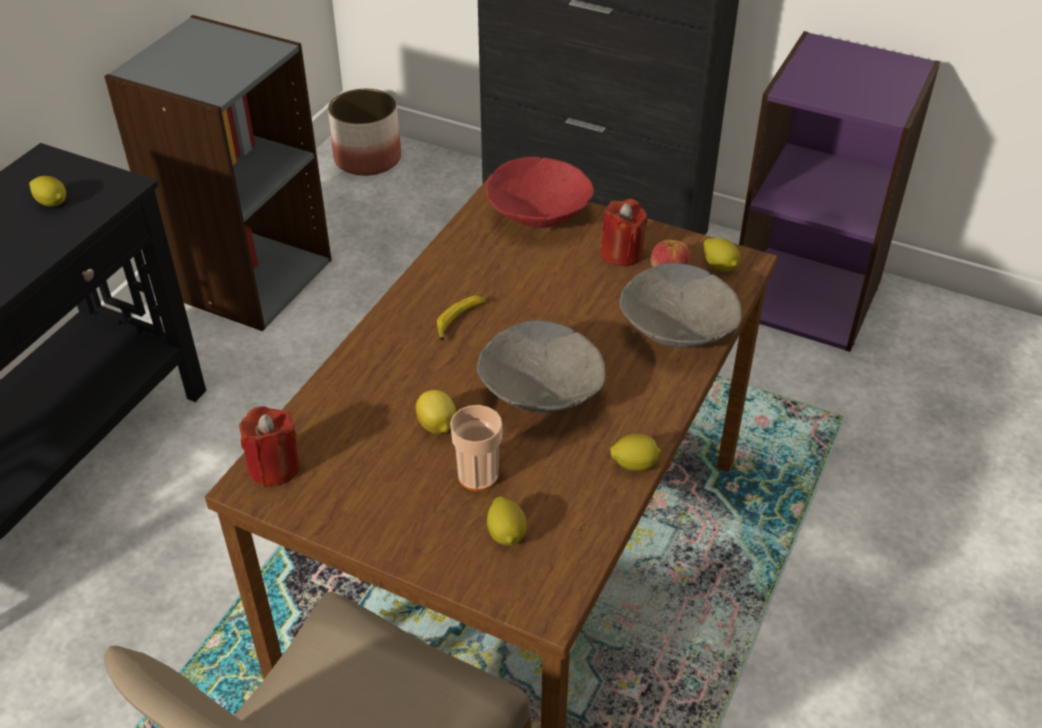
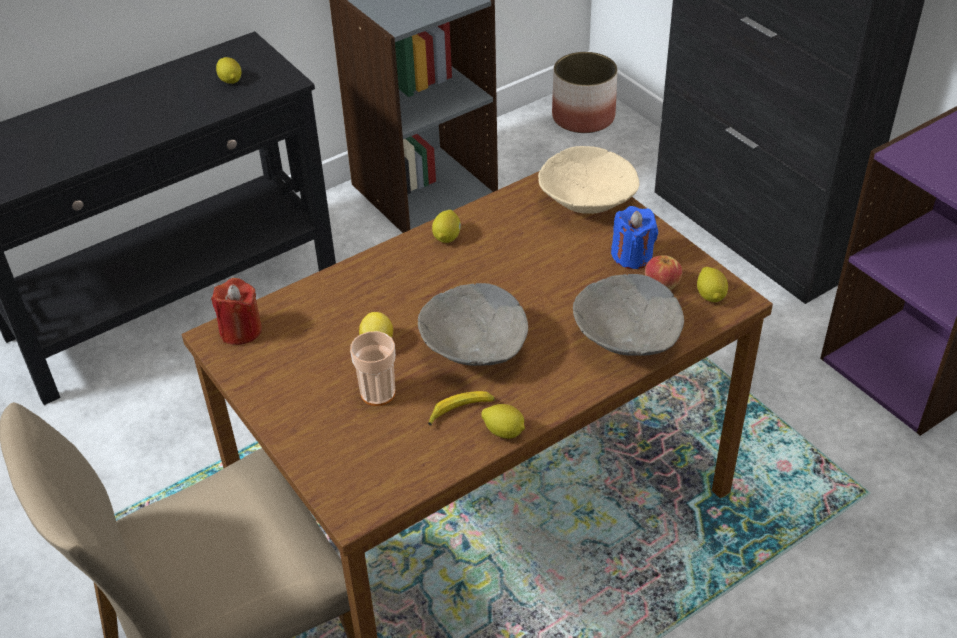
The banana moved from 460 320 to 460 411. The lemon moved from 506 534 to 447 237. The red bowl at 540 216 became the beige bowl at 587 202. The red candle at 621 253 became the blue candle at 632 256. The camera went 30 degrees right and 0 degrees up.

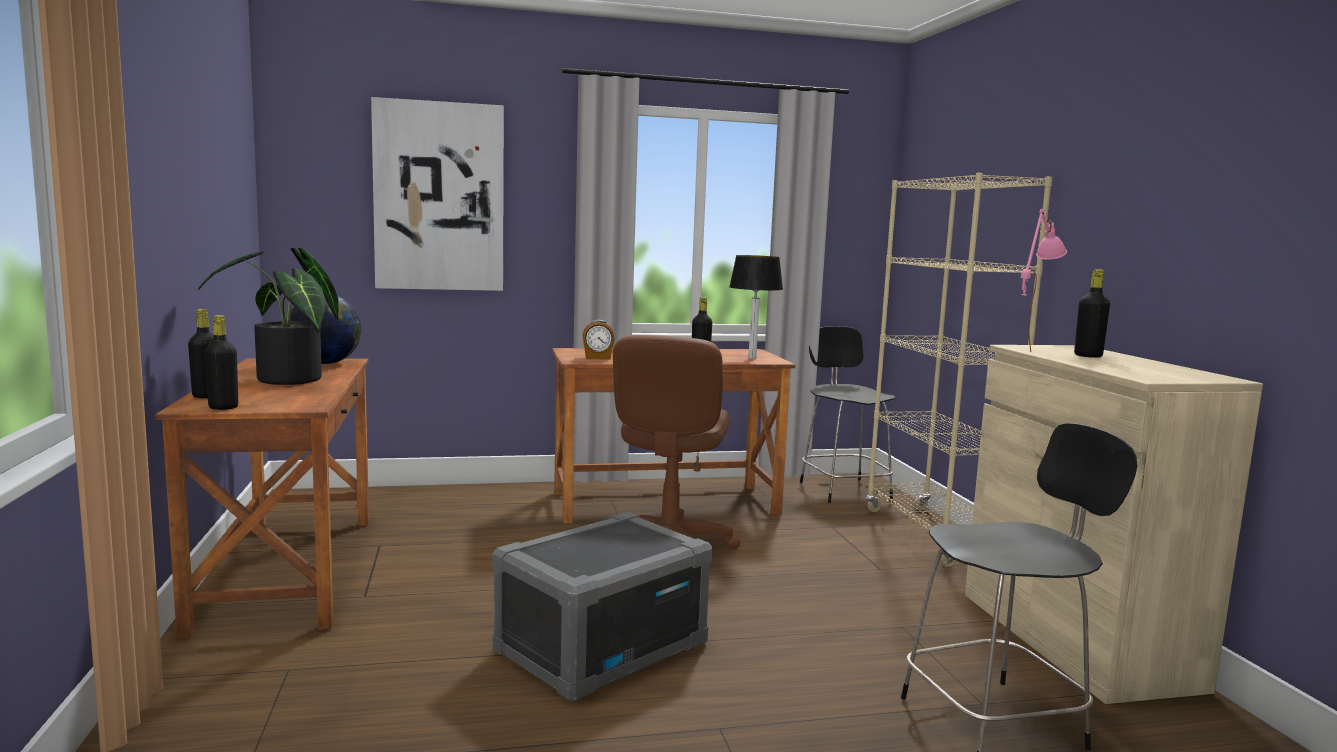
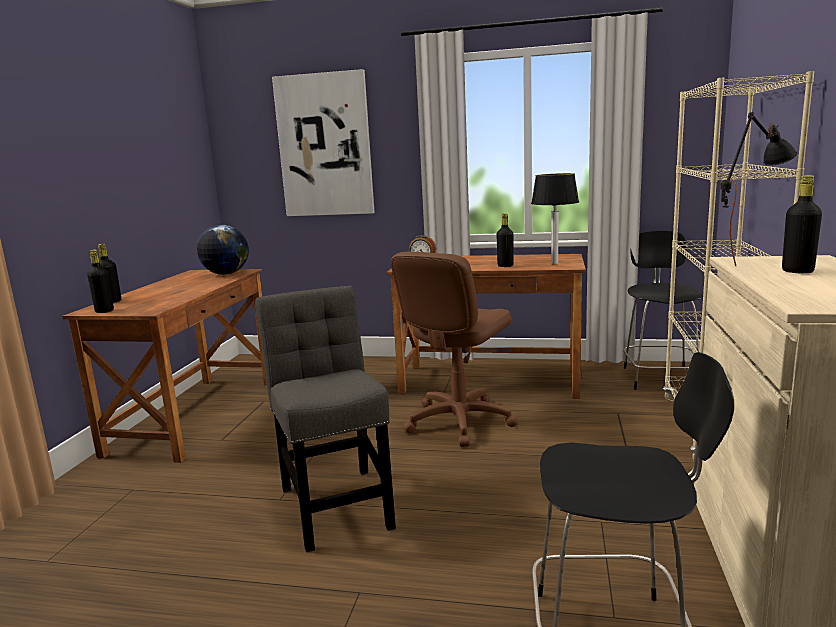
The grey storage box at 602 647 was replaced by the grey chair at 335 503. The pink table lamp at 1030 348 became the black table lamp at 748 260. The potted plant at 287 381 disappeared. The camera went 25 degrees right and 5 degrees up.

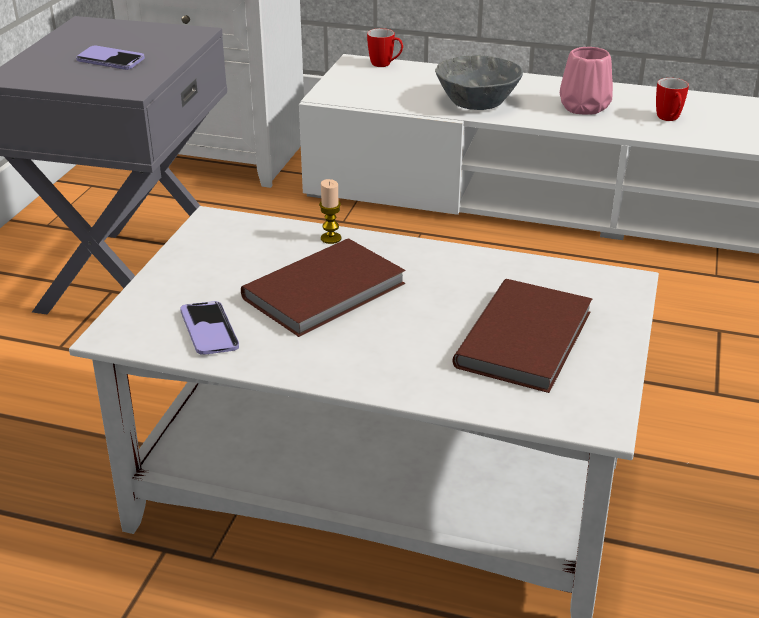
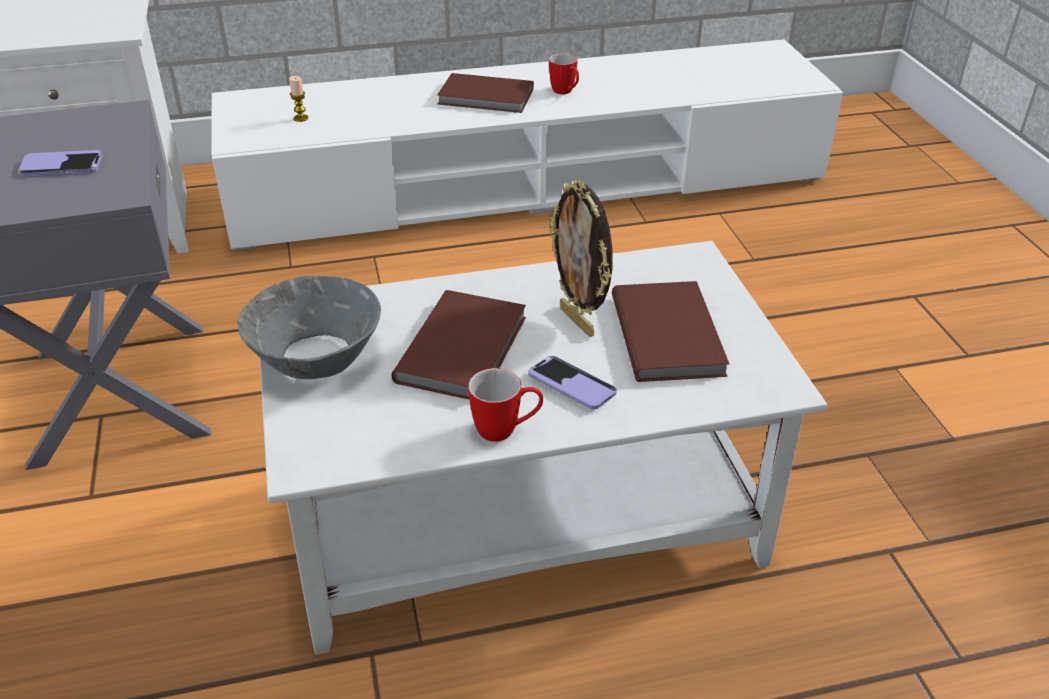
The grey bowl moved from 477 102 to 317 357. The candle moved from 331 238 to 301 118. The pink vase at 584 107 was replaced by the brown book at 486 97. The mug moved from 385 65 to 506 430. The phone moved from 209 330 to 571 384. The picture frame at 578 321 appeared. The camera went 30 degrees left and 5 degrees up.

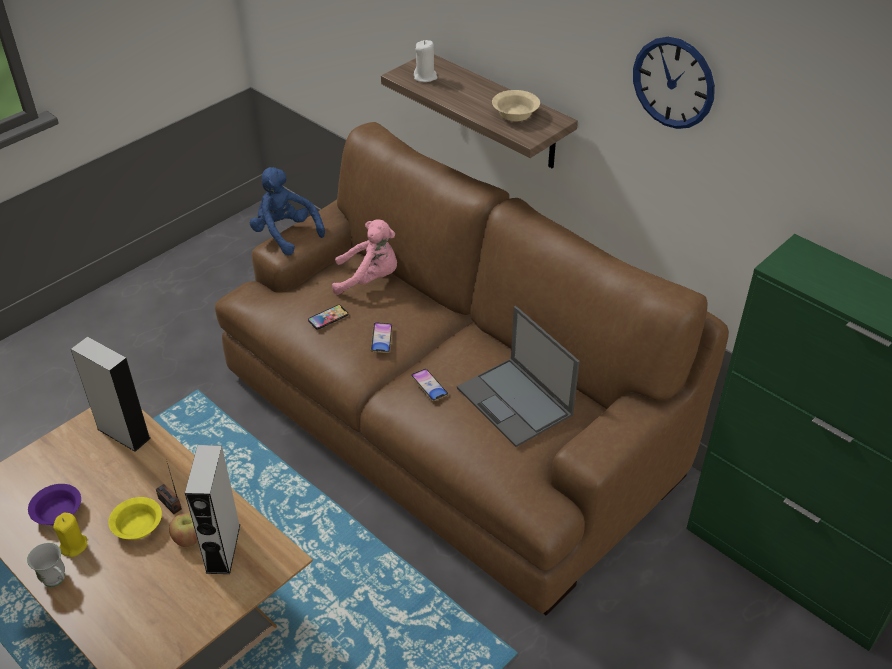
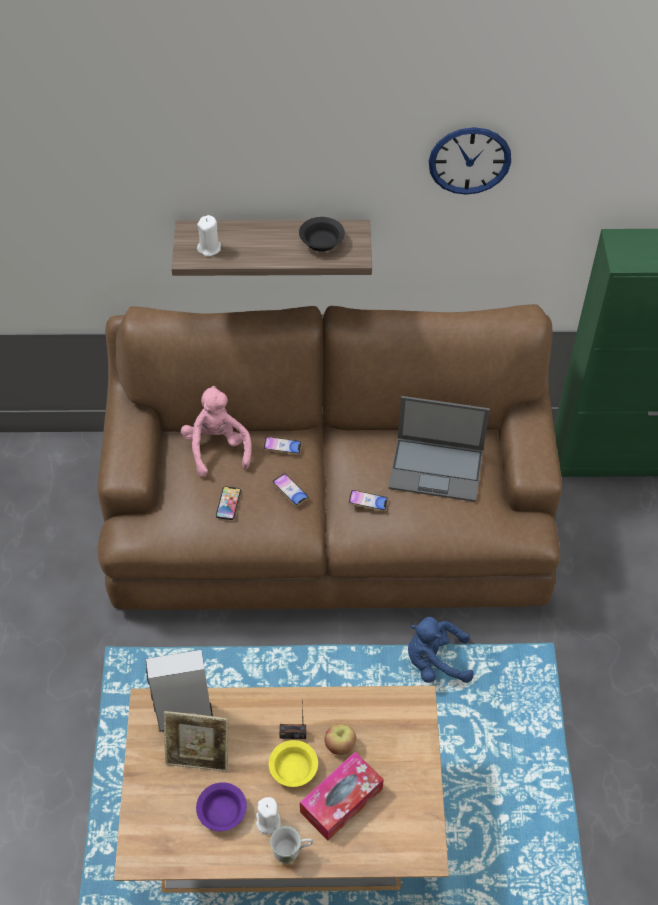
The picture frame at 199 757 appeared. The pink plush toy at 369 279 turned 60 degrees counterclockwise. The yellow candle at 74 546 became the white candle at 268 821. The phone at 282 447 appeared. The beige bowl at 516 114 became the black bowl at 322 241. The tissue box at 341 800 appeared. The blue plush toy moved from 285 234 to 435 662. The grey speaker at 223 548 disappeared. The camera went 45 degrees left and 10 degrees up.

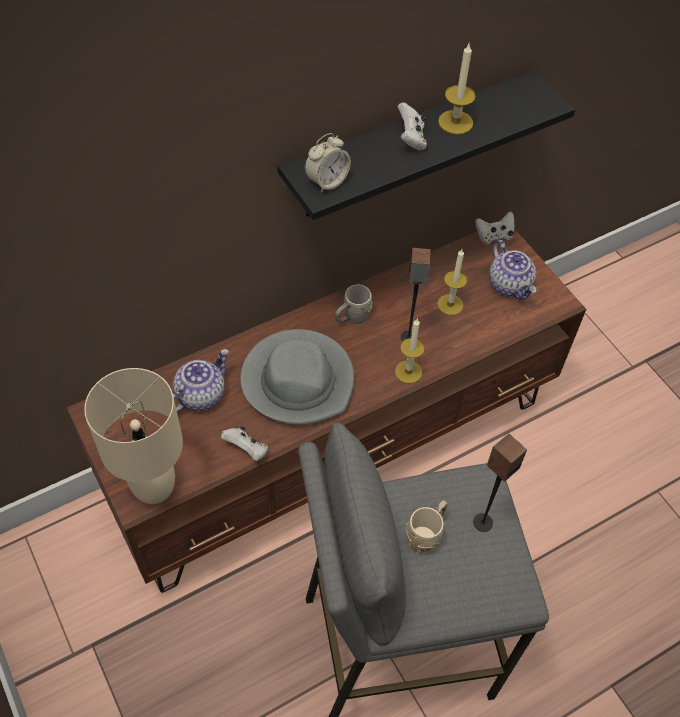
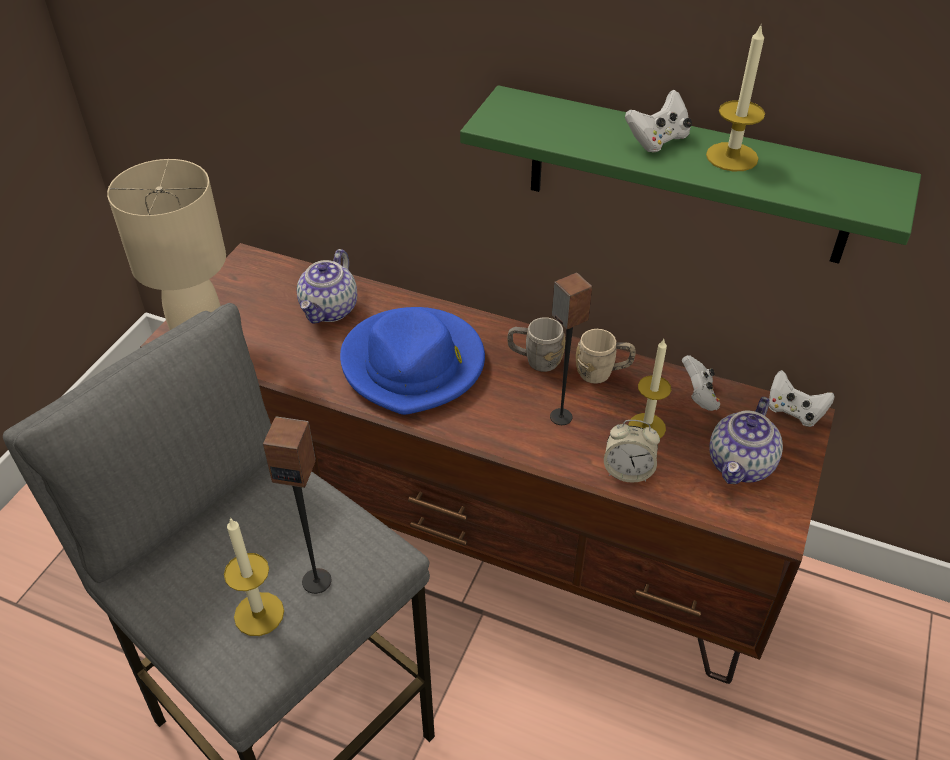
The candle moved from 408 372 to 259 614. The teapot at 200 394 turned 105 degrees clockwise. The grey hat at 298 380 became the blue hat at 414 364. The black shelf at 408 146 became the green shelf at 687 176. The beige mug moved from 426 534 to 602 373. The alarm clock moved from 327 181 to 628 471. The white game controller moved from 247 450 to 698 396. The camera went 55 degrees right and 10 degrees down.

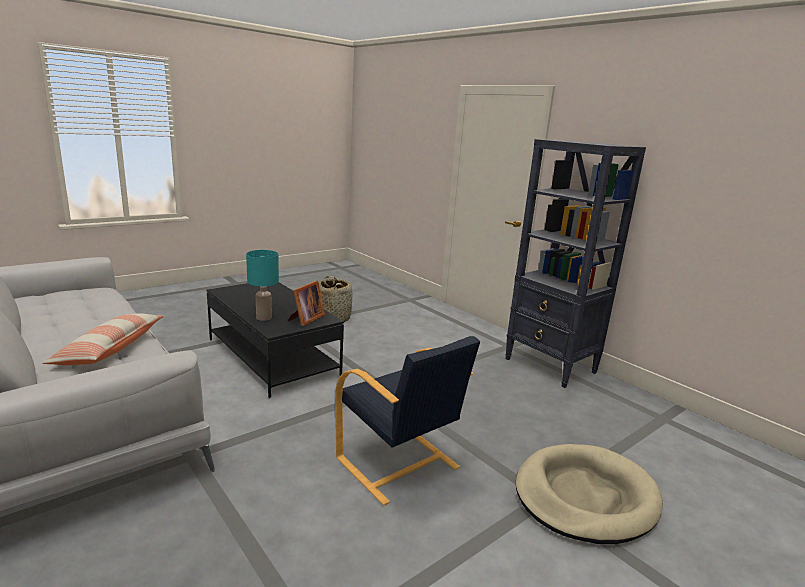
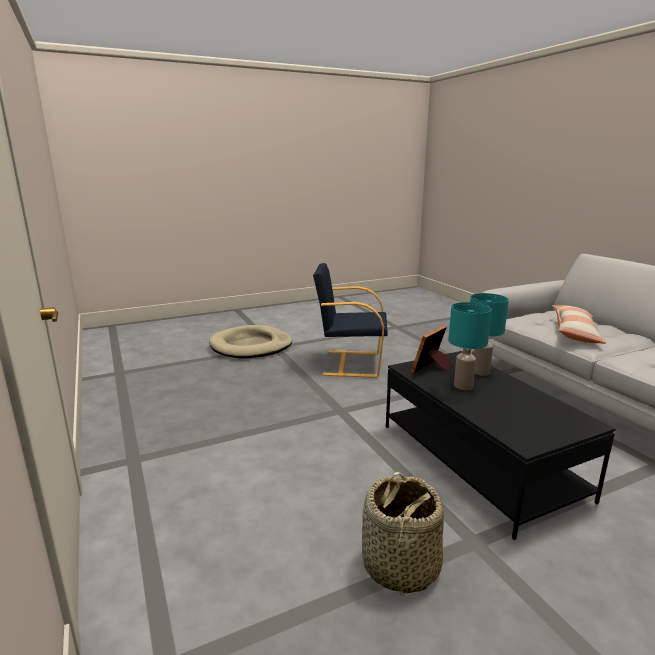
The black armchair at 398 464 turned 60 degrees counterclockwise. The turquoise table lamp at 463 386 appeared. The black bookcase at 550 366 disappeared. The camera went 165 degrees left and 0 degrees up.

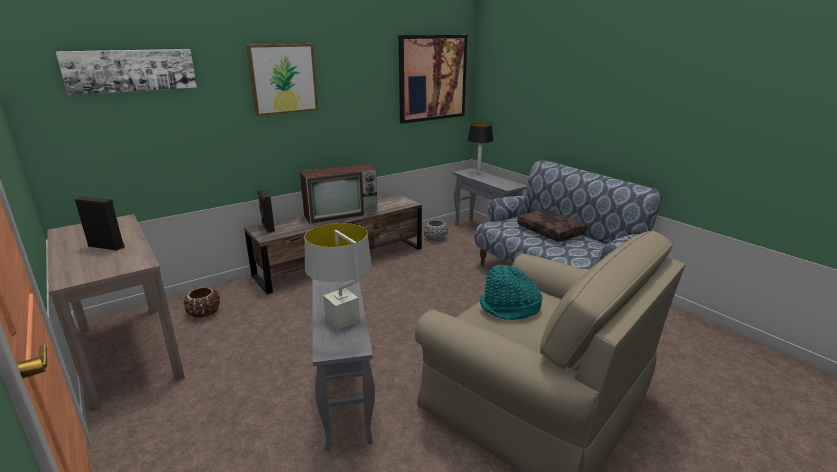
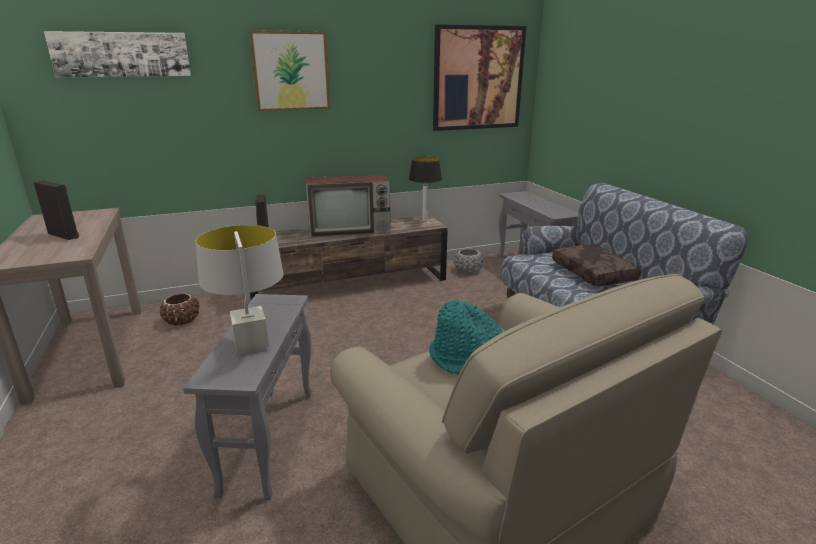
The table lamp moved from 478 173 to 424 221. The camera went 15 degrees right and 0 degrees up.

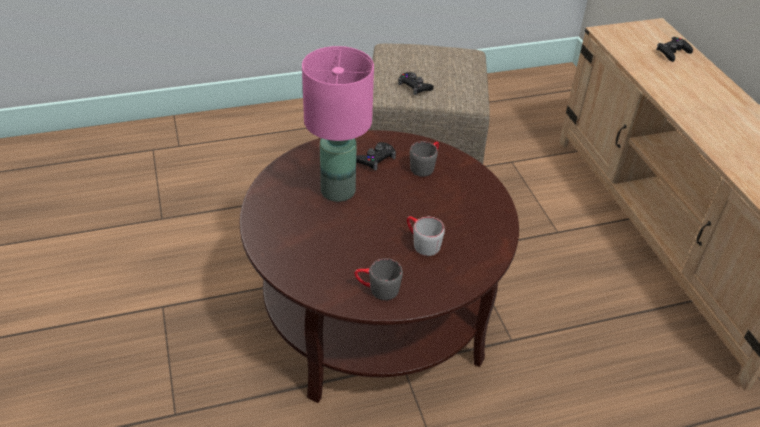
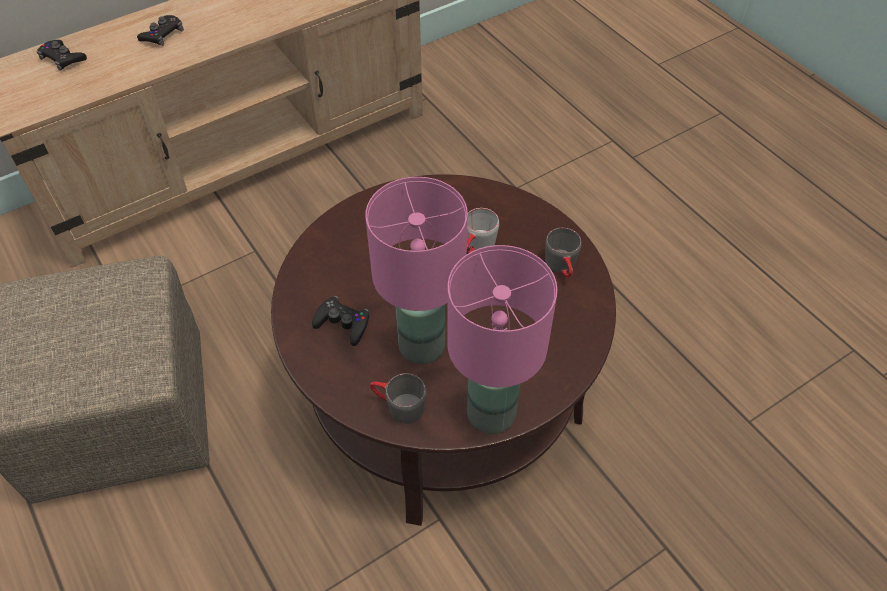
The black game controller moved from 414 86 to 162 35. The grey mug moved from 425 166 to 398 406. The pink table lamp at 492 413 appeared. The camera went 105 degrees left and 10 degrees up.

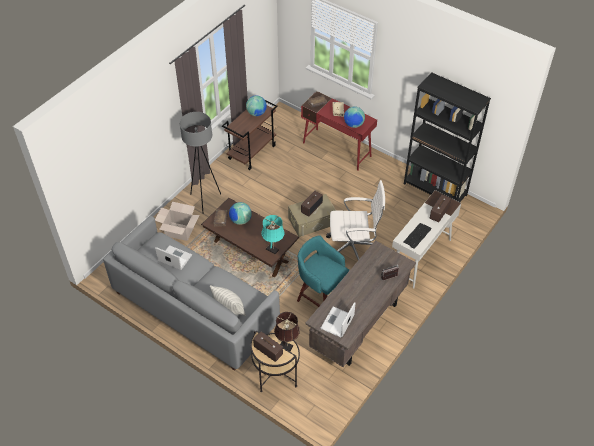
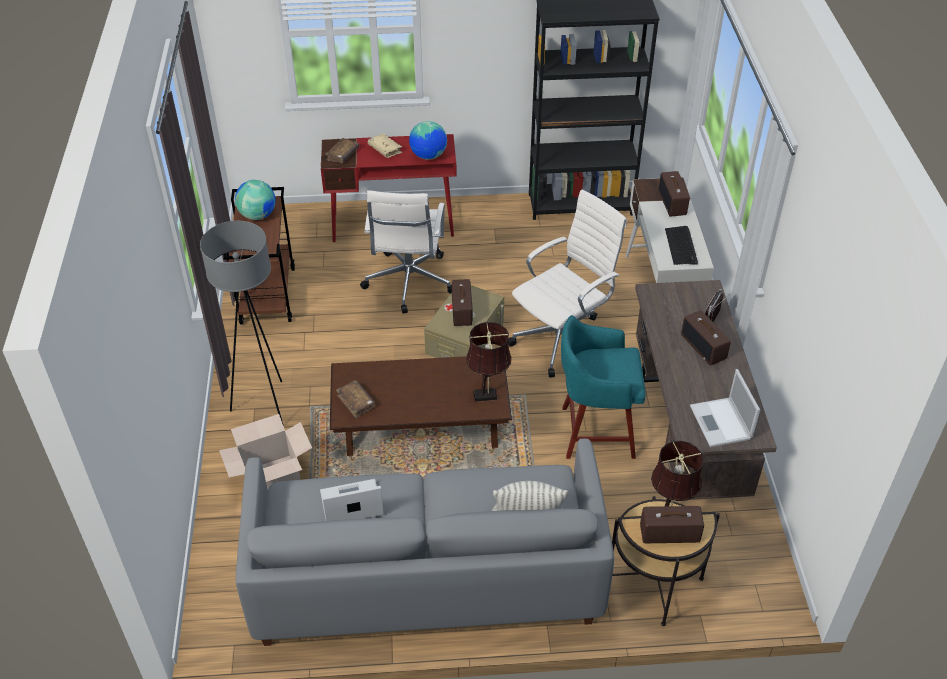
The white office chair at 408 283 appeared. The turquoise table lamp at 273 250 became the brown table lamp at 488 395. The radio at 704 347 appeared. The globe at 240 220 disappeared. The camera went 40 degrees left and 5 degrees down.

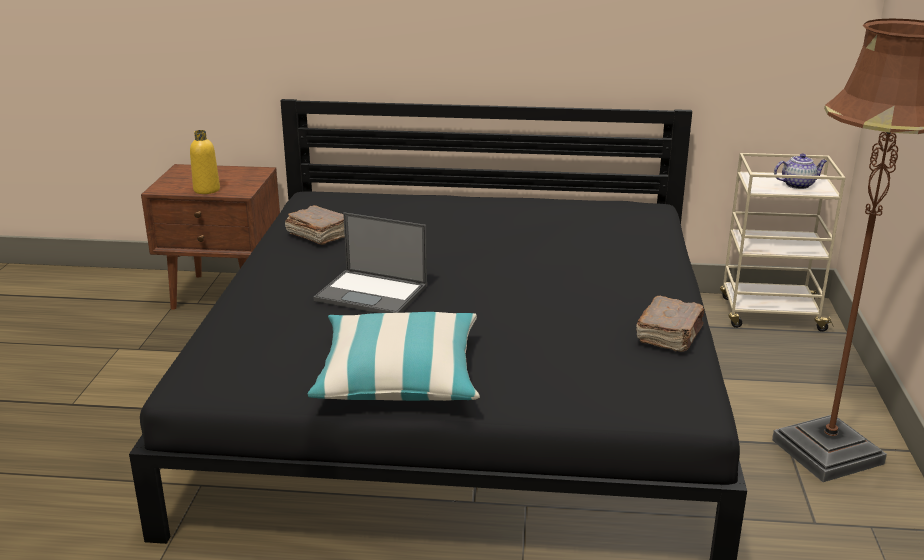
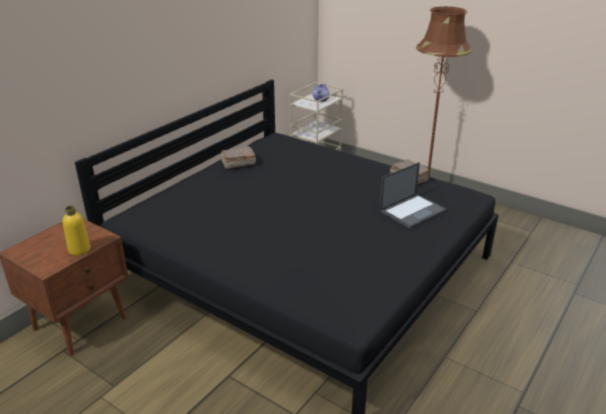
The brown book moved from 318 235 to 238 163. The laptop moved from 373 293 to 413 211. The pillow at 399 376 disappeared. The camera went 60 degrees left and 5 degrees up.

